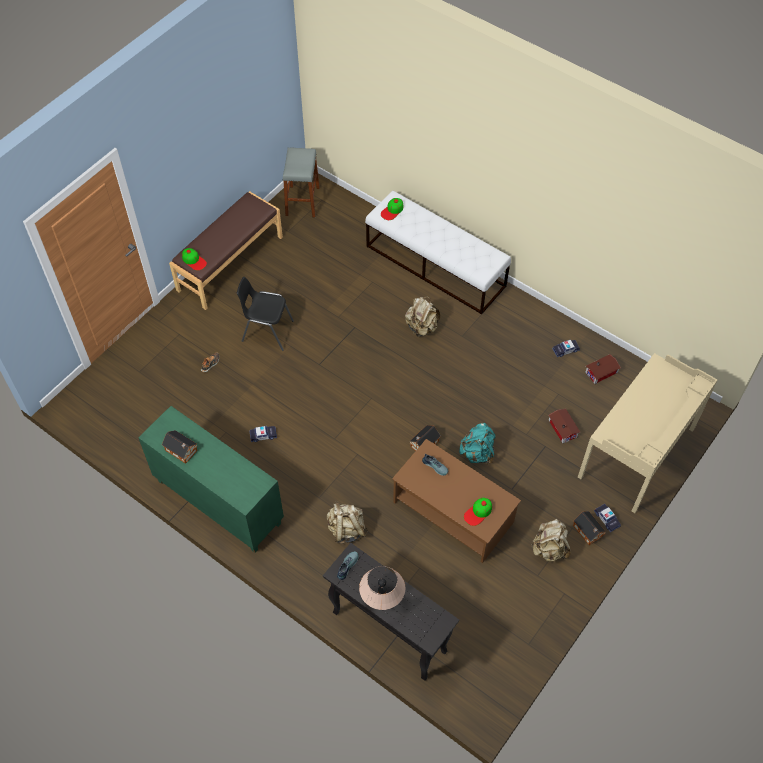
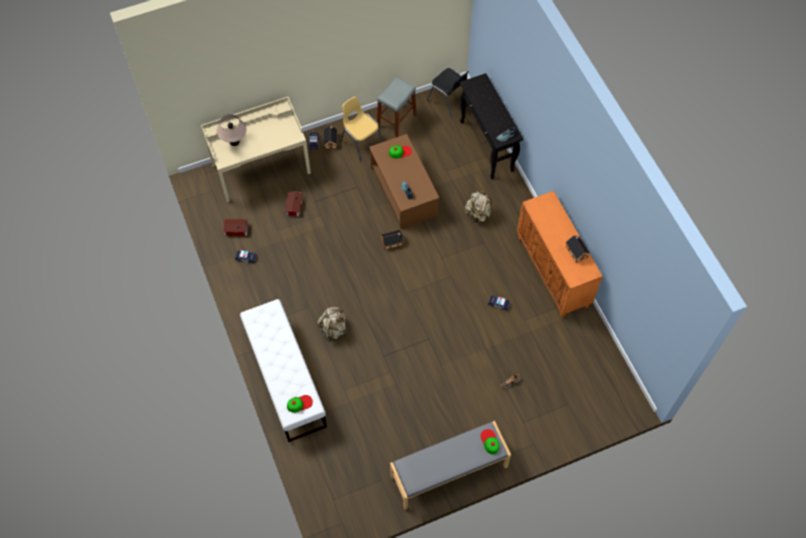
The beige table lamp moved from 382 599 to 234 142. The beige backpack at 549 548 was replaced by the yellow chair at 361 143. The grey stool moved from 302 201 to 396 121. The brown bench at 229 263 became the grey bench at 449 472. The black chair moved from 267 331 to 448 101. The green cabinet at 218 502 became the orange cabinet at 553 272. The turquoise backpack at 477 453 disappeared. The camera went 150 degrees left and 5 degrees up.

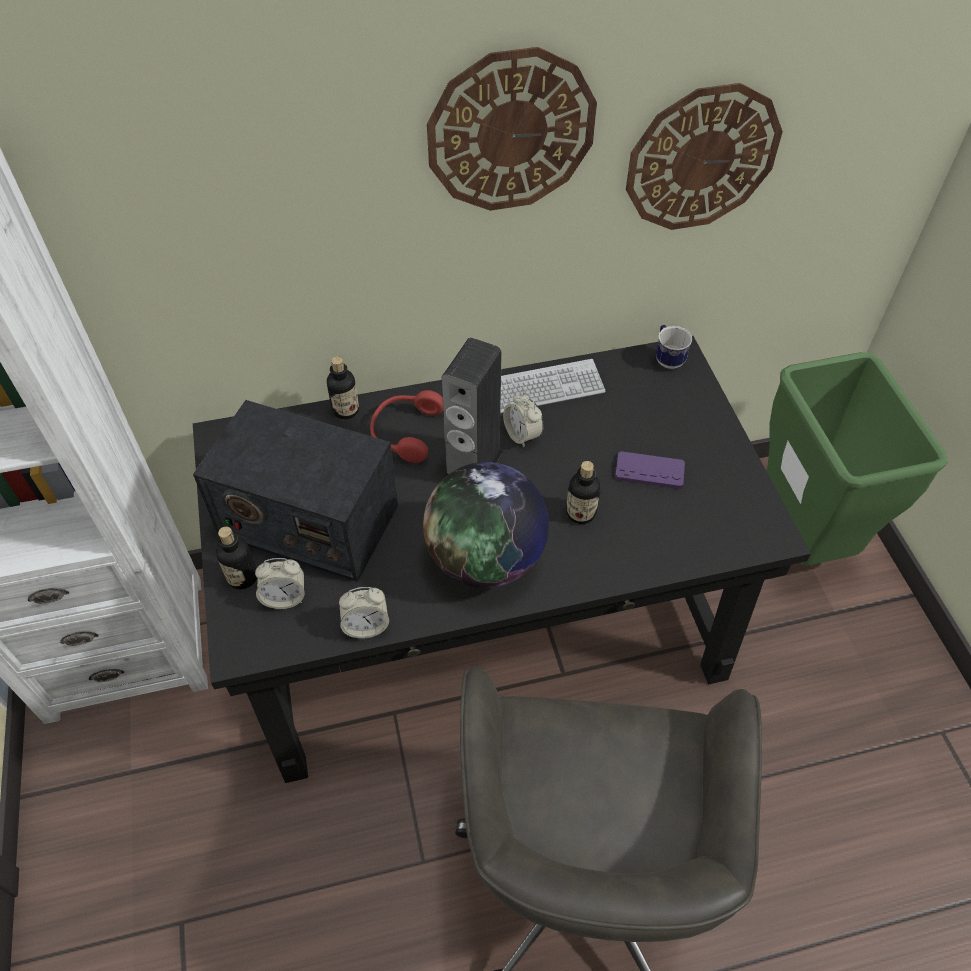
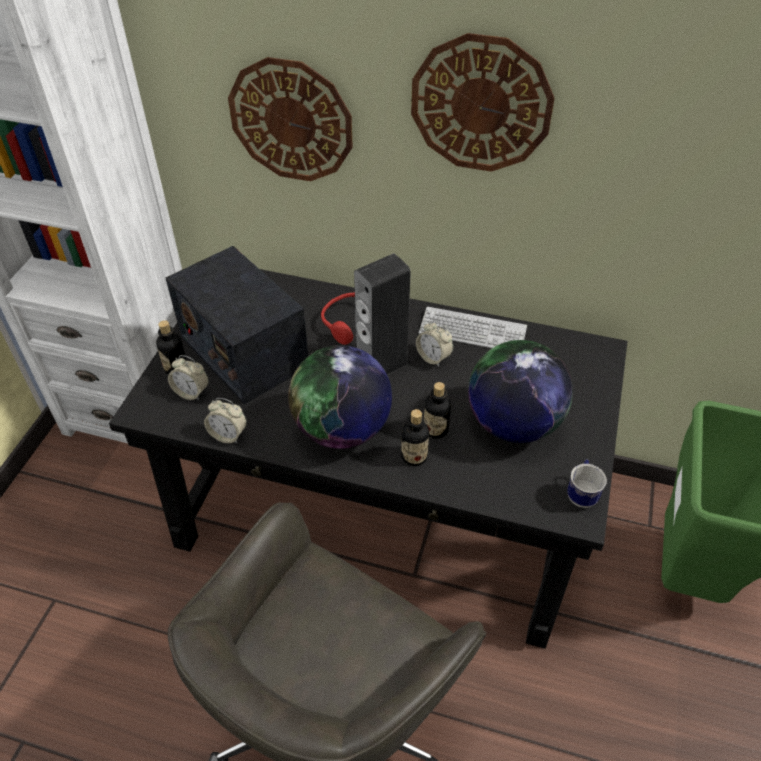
The wall clock moved from 702 158 to 291 121. The bottle moved from 345 410 to 414 456. The alarm clock at 522 435 turned 45 degrees counterclockwise. The purple game controller at 649 471 was replaced by the globe at 513 423. The mug moved from 667 358 to 581 494. The camera went 30 degrees right and 5 degrees down.

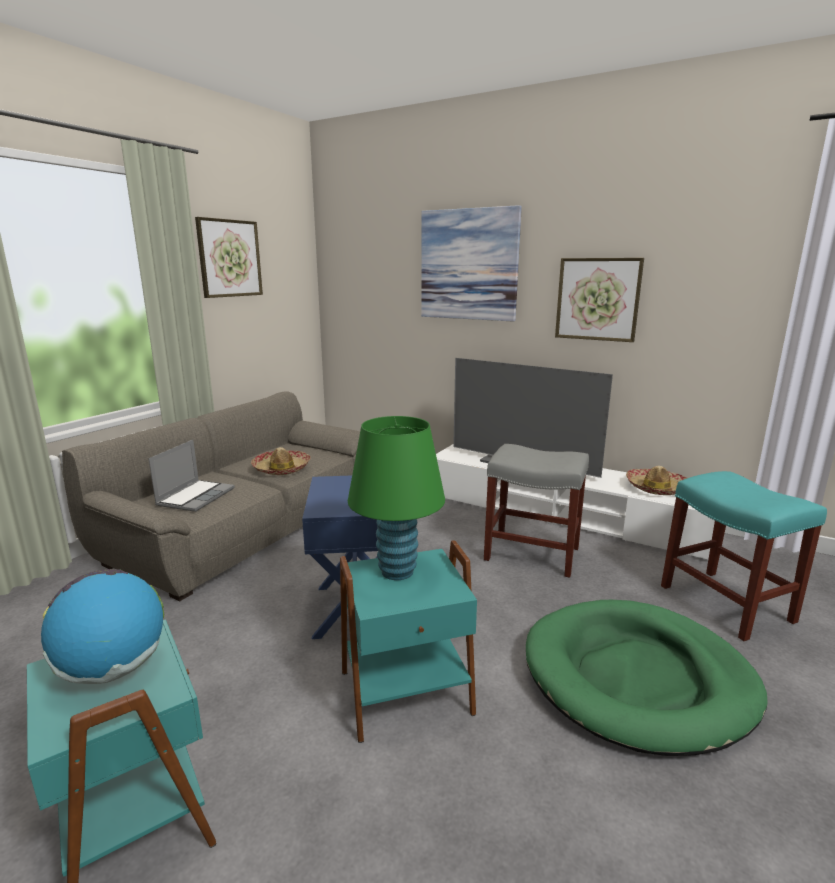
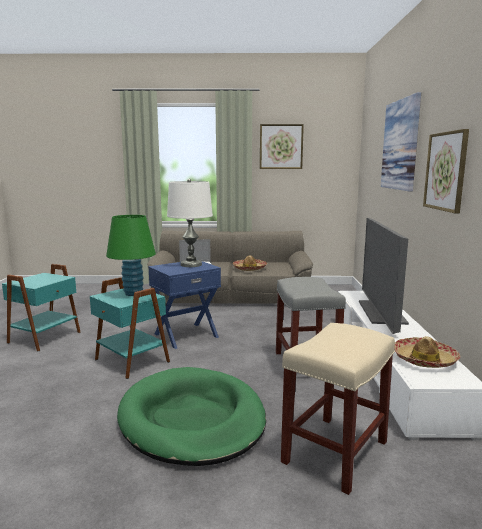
The white table lamp at 191 264 appeared. The turquoise stool at 727 604 became the beige stool at 335 453. The globe at 114 669 disappeared. The camera went 60 degrees right and 5 degrees down.

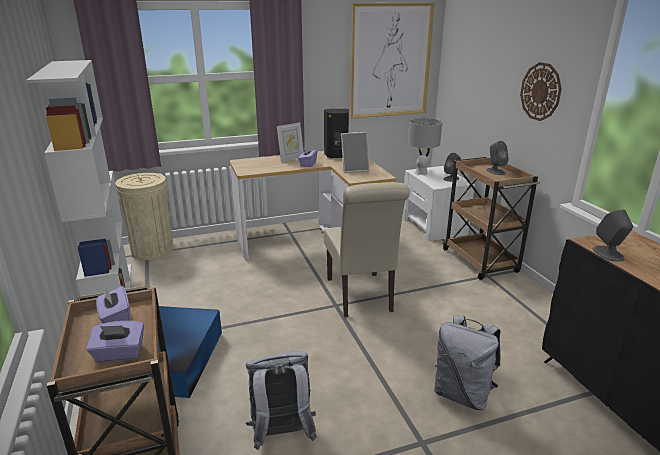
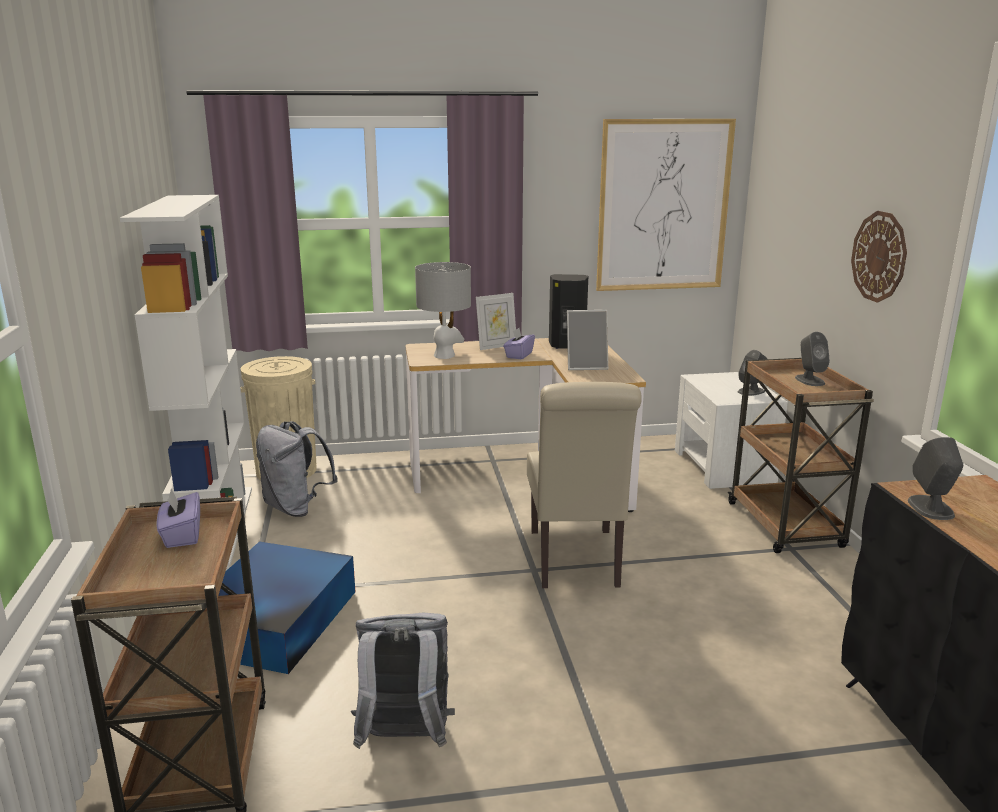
The grey backpack moved from 462 394 to 296 508. The grey table lamp moved from 421 172 to 445 355. The purple tissue box at 119 354 disappeared. The camera went 10 degrees right and 5 degrees down.

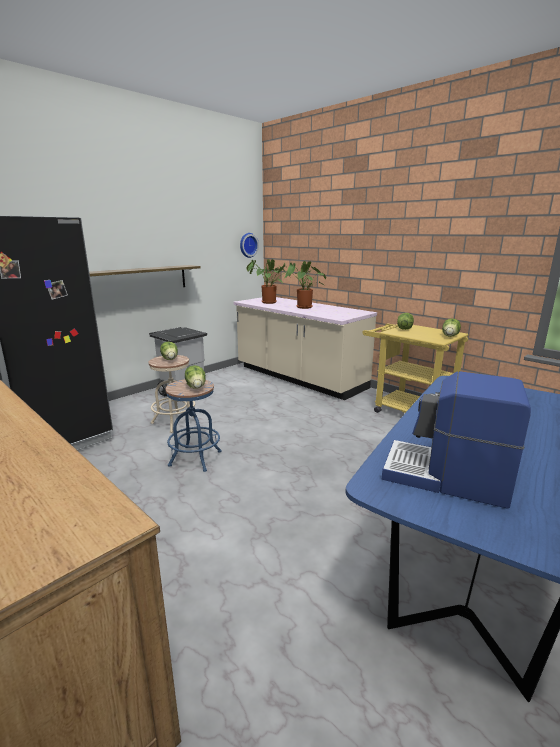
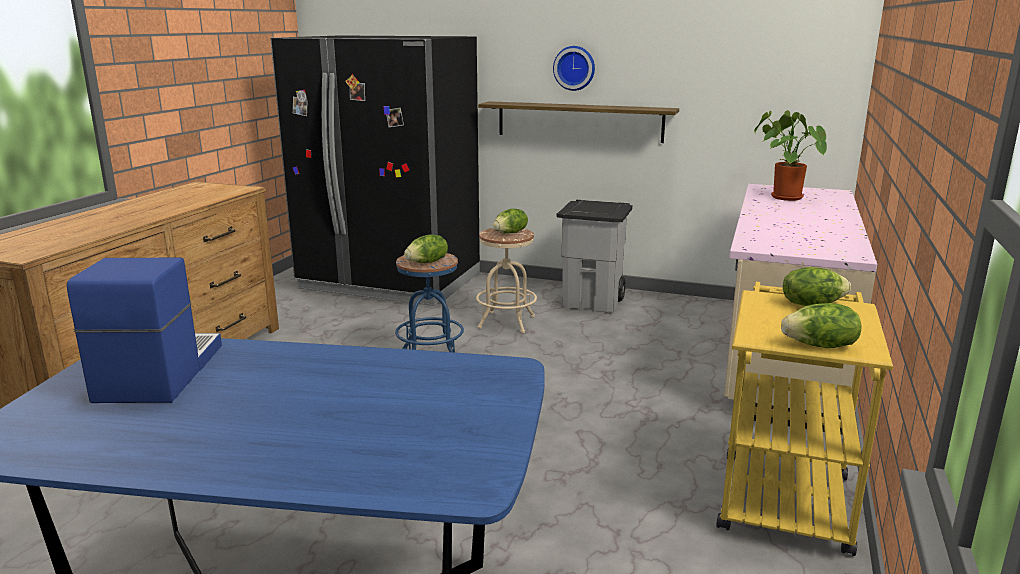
The wall clock moved from 247 245 to 574 68. The potted plant at 303 307 disappeared. The camera went 65 degrees right and 0 degrees up.

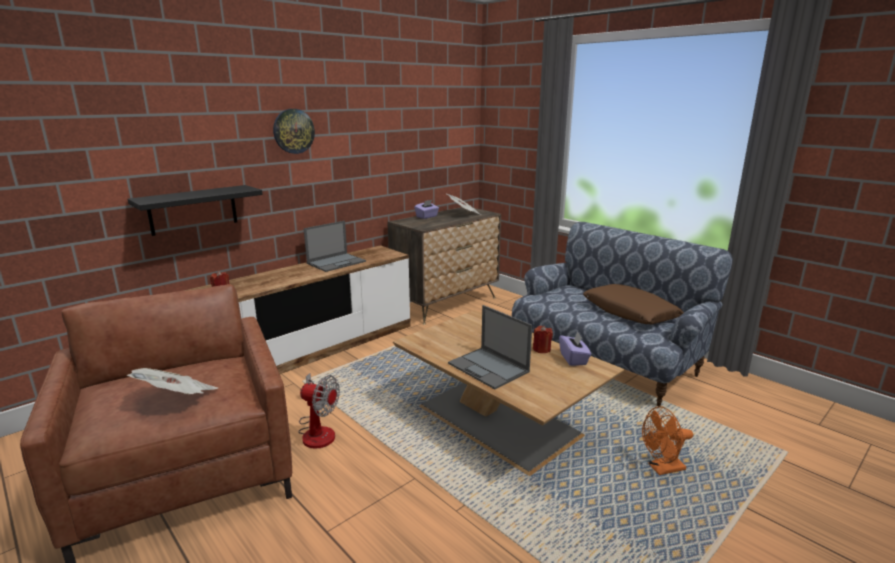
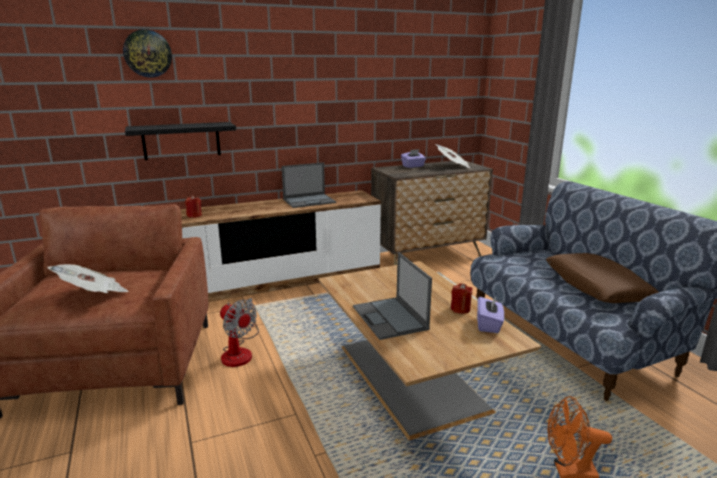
The wall clock moved from 293 131 to 147 53. The camera went 20 degrees right and 0 degrees up.

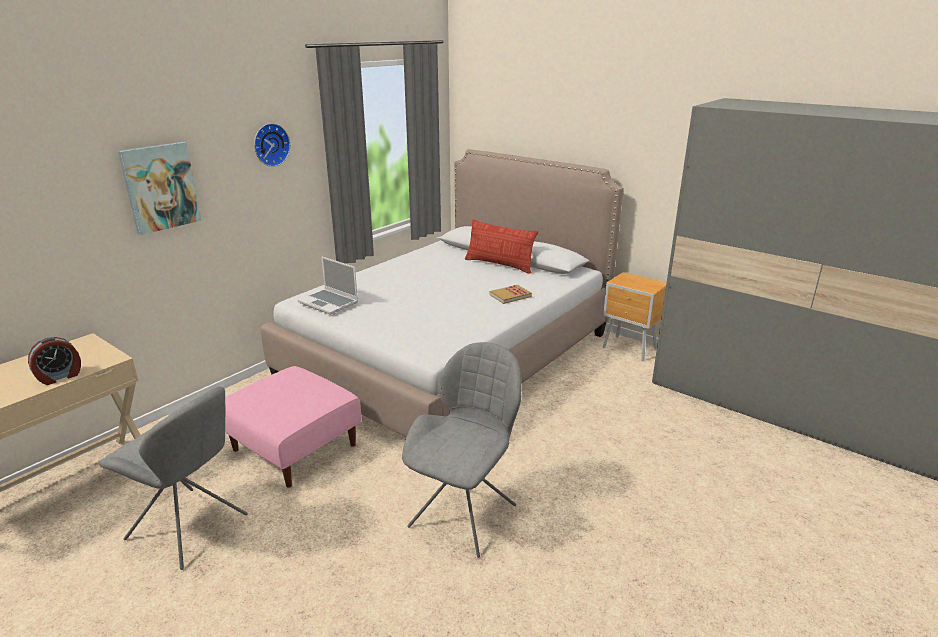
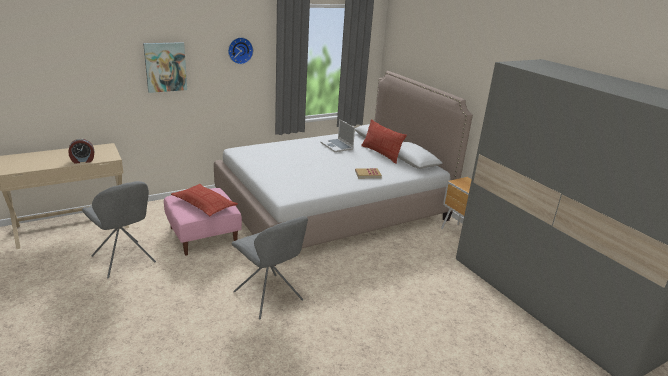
The pillow at 204 204 appeared. The grey chair at 465 513 turned 90 degrees clockwise. The laptop moved from 329 303 to 337 146. The camera went 20 degrees right and 0 degrees up.

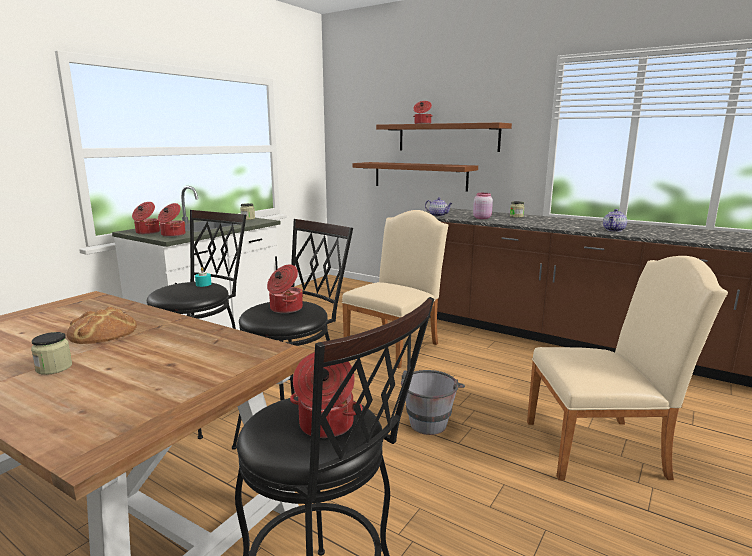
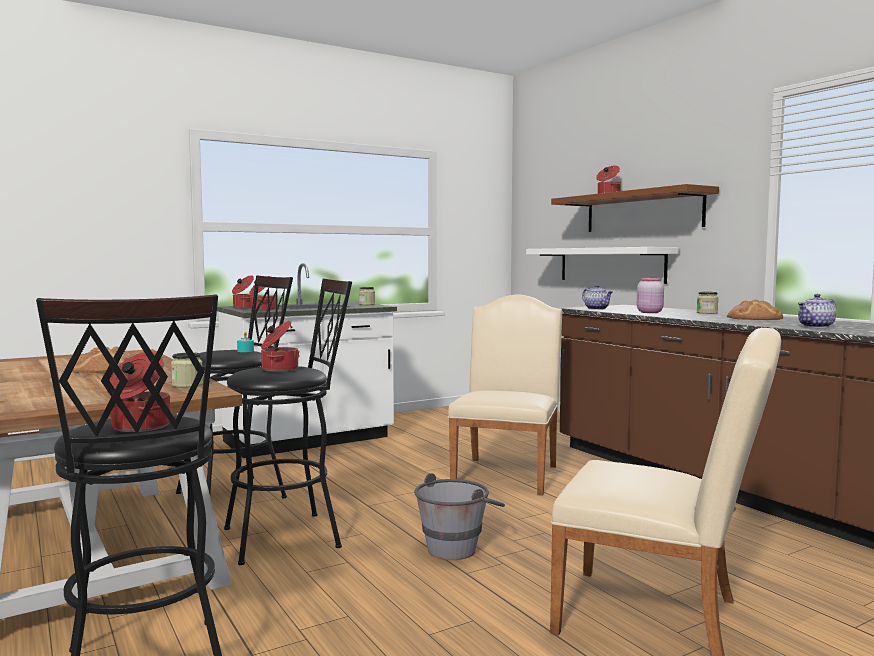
The jar moved from 54 368 to 187 385. The beige chair at 396 345 turned 45 degrees counterclockwise. The brown shelf at 420 176 became the white shelf at 610 264. The bread at 754 318 appeared. The camera went 25 degrees right and 10 degrees down.

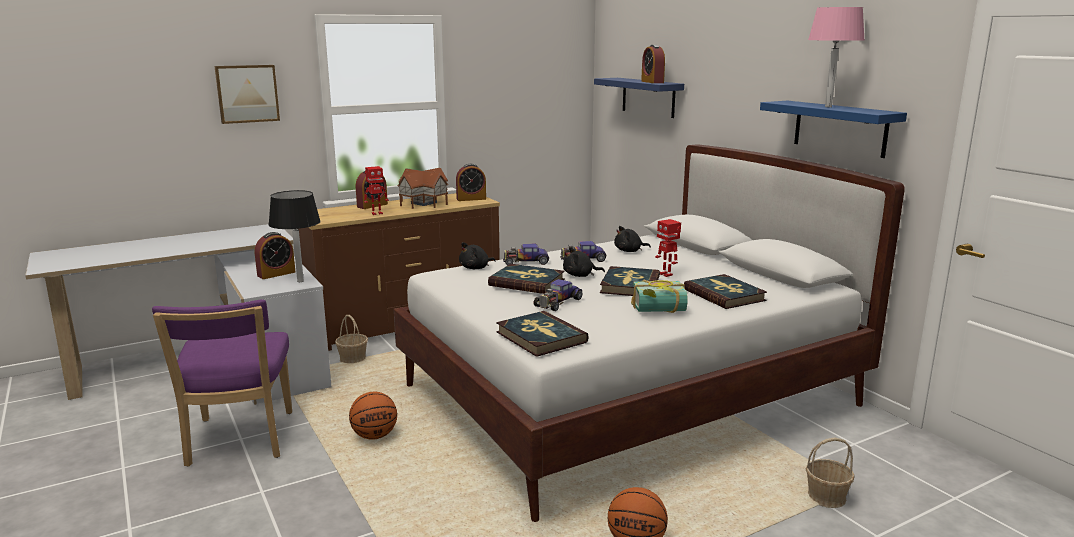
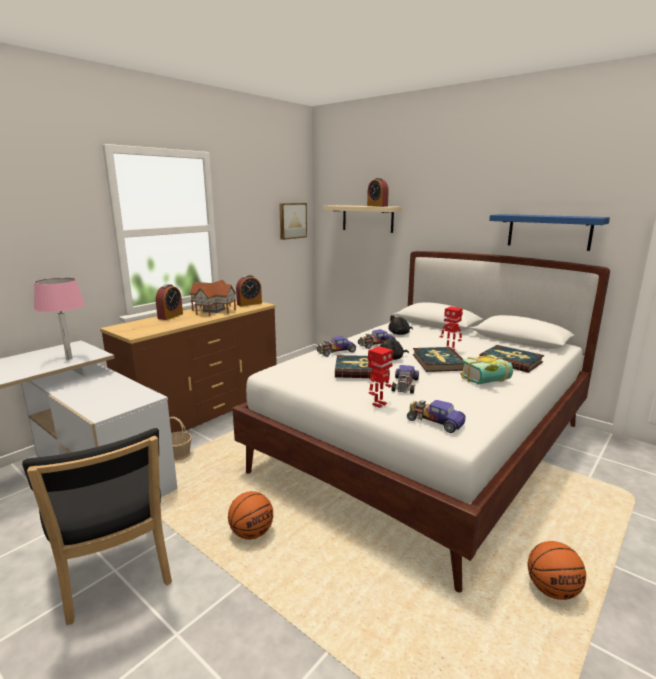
The purple chair at 239 441 became the black chair at 115 574. The pink table lamp moved from 828 106 to 69 358. The picture moved from 247 93 to 292 220. The blue shelf at 648 97 became the beige shelf at 367 218. The toy robot moved from 376 213 to 378 404. The book at 540 337 was replaced by the toy car at 435 421. The alarm clock at 276 274 disappeared. The black table lamp at 300 281 disappeared. The black plush toy at 476 268 disappeared. The basket at 827 497 disappeared. The camera went 20 degrees left and 0 degrees up.

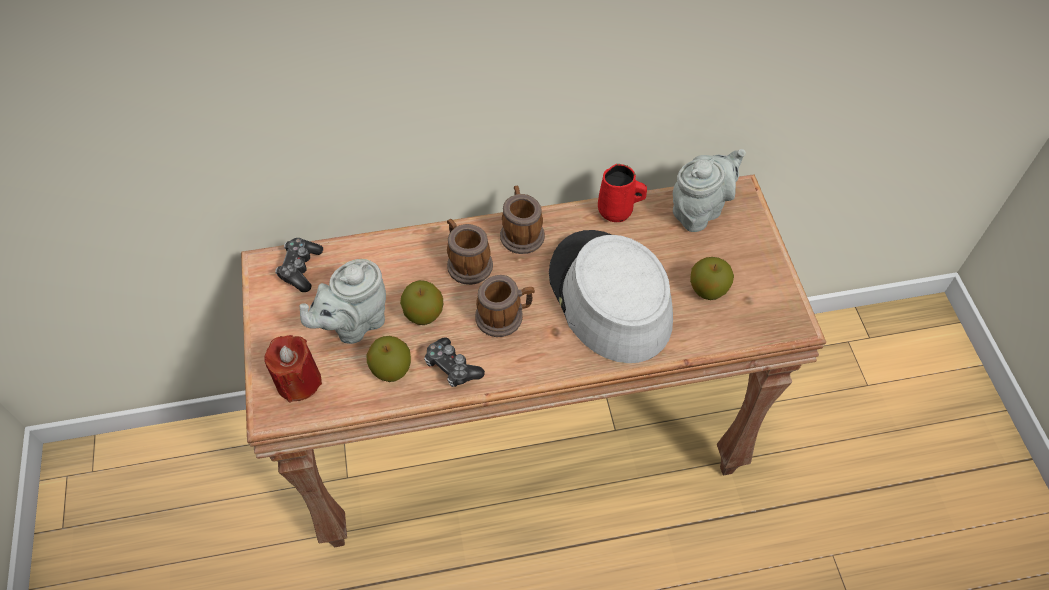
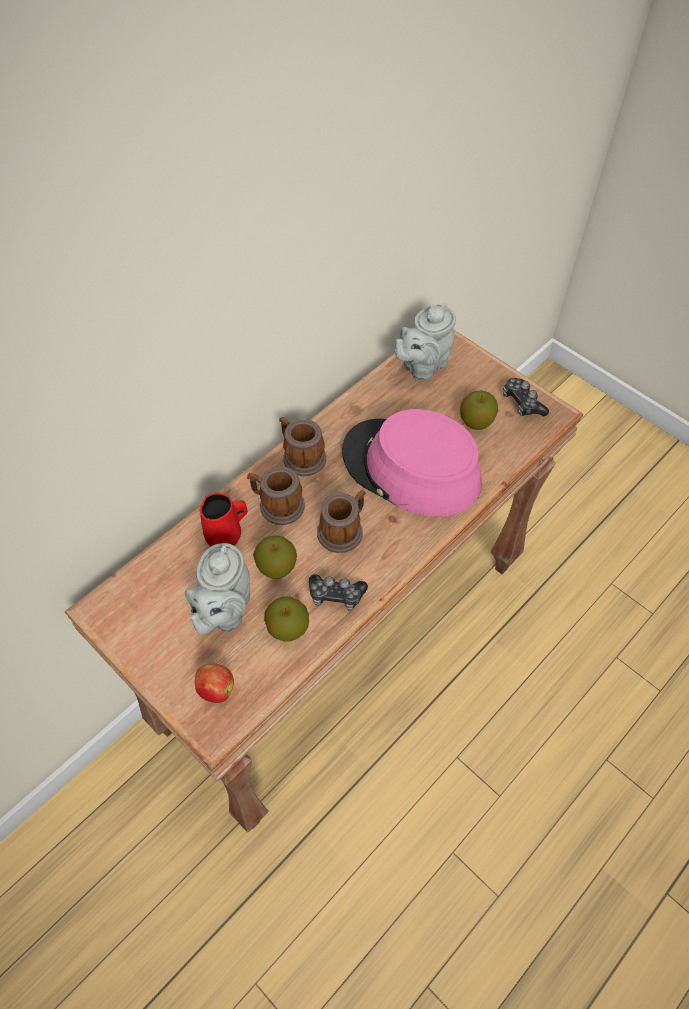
The red candle at 298 381 was replaced by the apple at 215 689. The red mug moved from 617 211 to 226 536. The grey hat at 609 297 became the pink hat at 410 468. The grey teapot at 700 210 turned 150 degrees counterclockwise. The game controller moved from 300 268 to 522 403. The camera went 35 degrees left and 0 degrees up.

